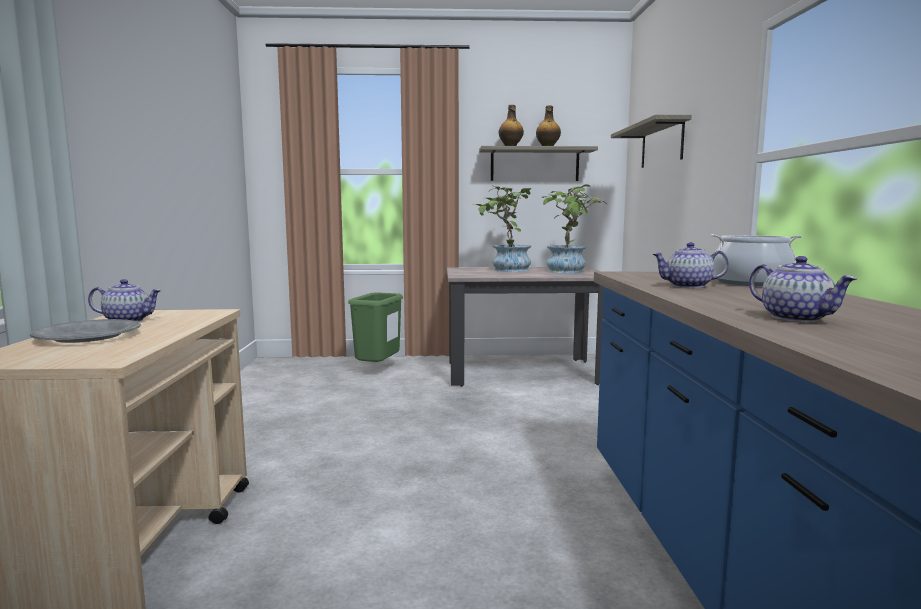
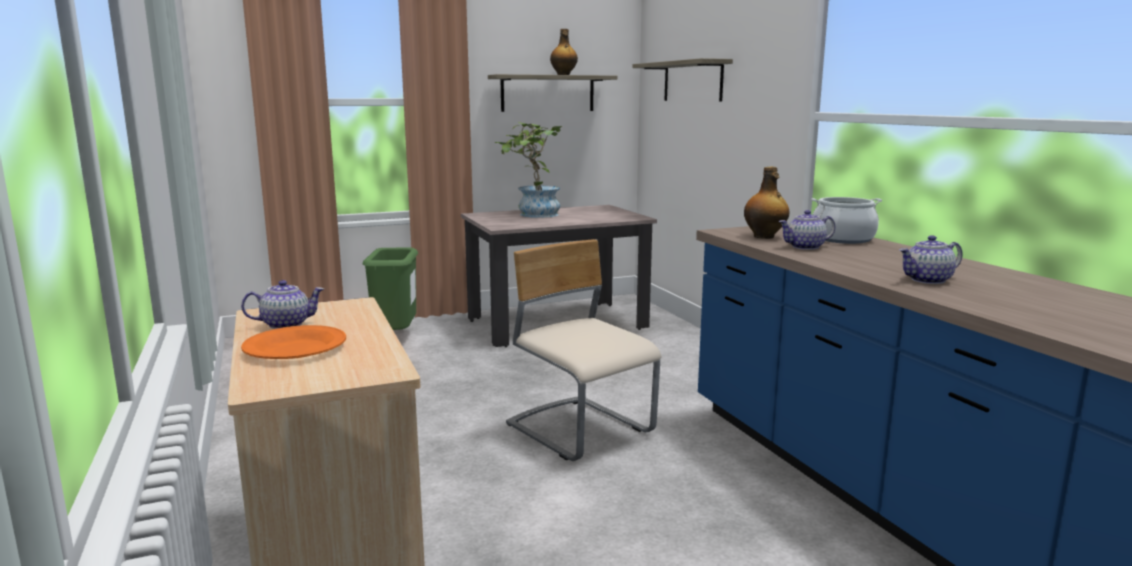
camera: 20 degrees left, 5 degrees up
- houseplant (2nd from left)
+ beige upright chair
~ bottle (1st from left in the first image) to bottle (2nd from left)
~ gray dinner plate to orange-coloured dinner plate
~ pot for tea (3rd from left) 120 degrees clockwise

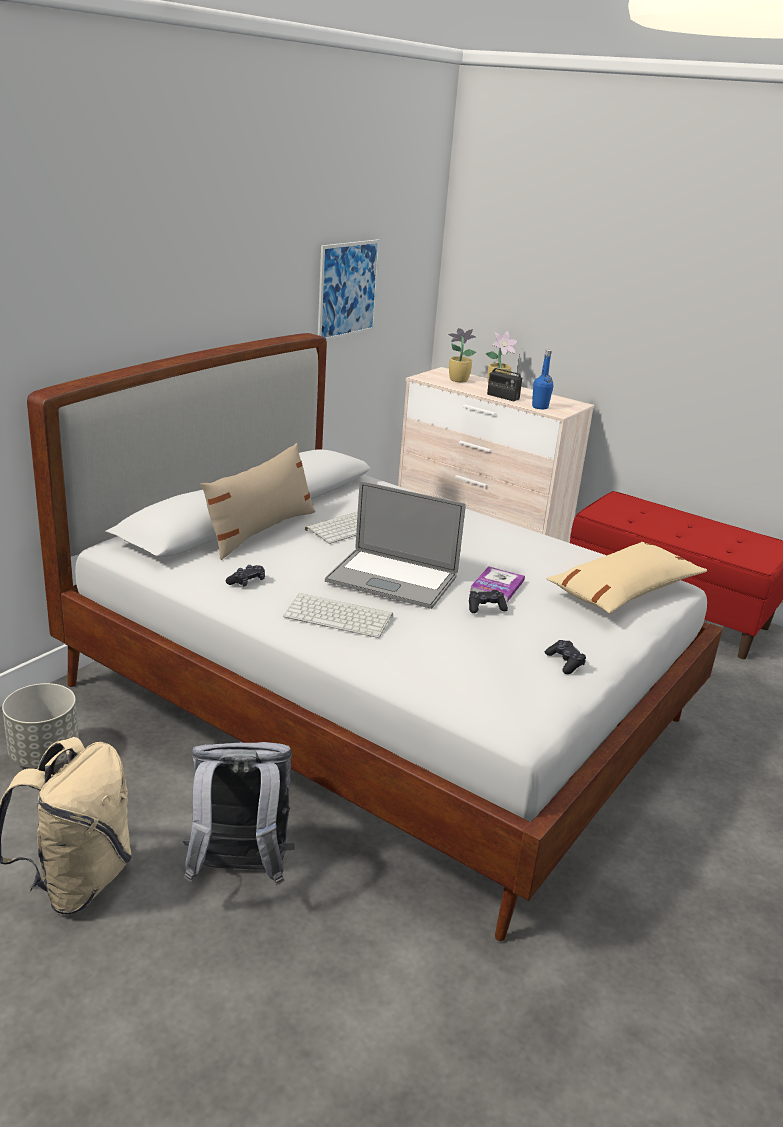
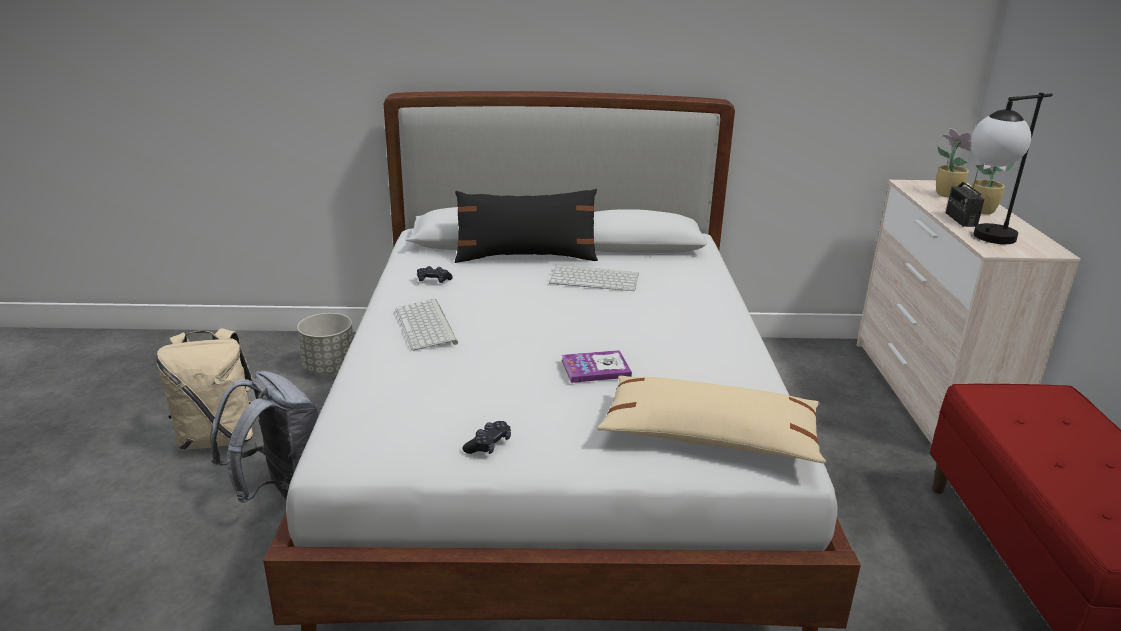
camera: 55 degrees right, 0 degrees up
- picture
- notebook computer
- black gamepad (2nd from left)
~ blue bottle to tabletop lamp
~ beige pillow (1st from left) to black pillow

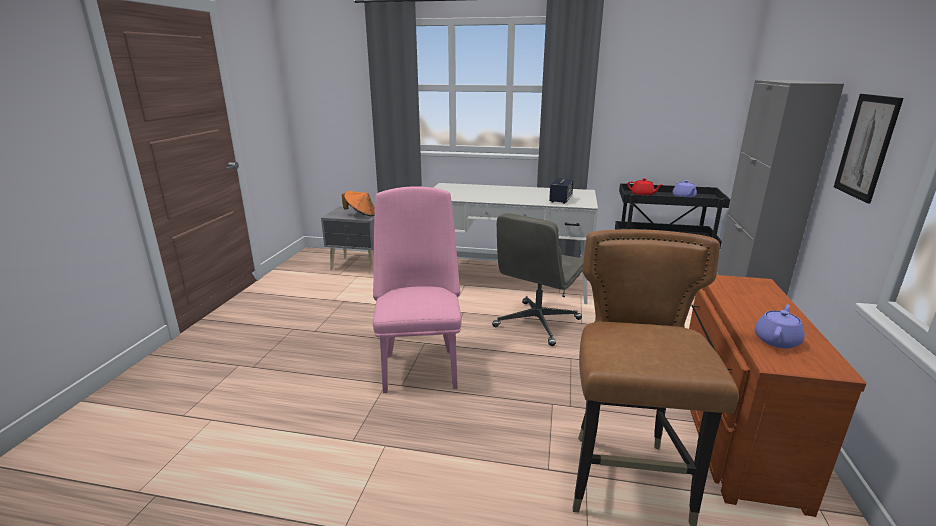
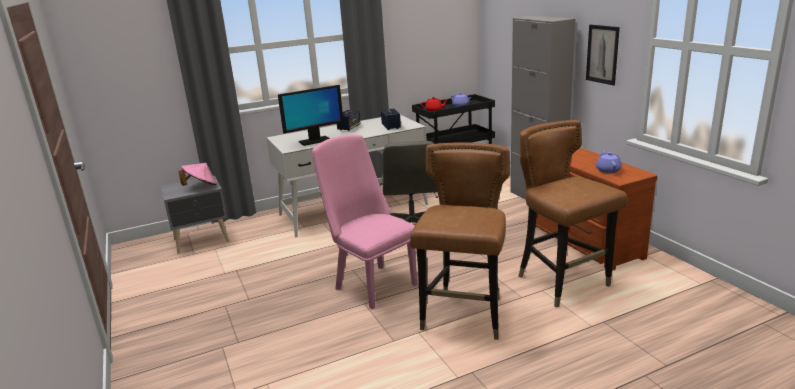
camera: 35 degrees left, 0 degrees up
+ computer display
+ loudspeaker (1st from left)
+ brownish upright chair (1st from left)
~ orange-coloured wearable hat to pink wearable hat

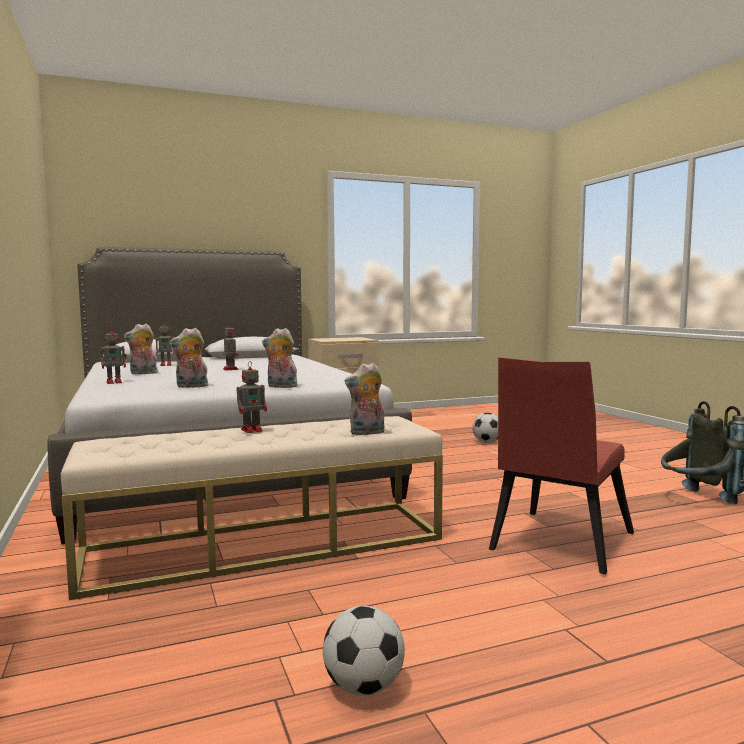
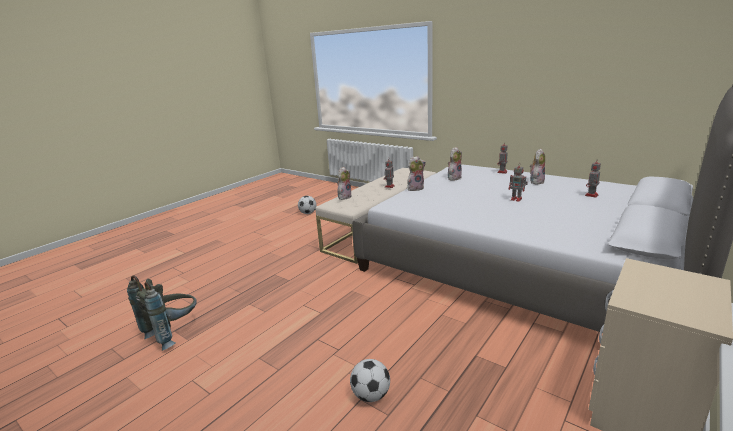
camera: 150 degrees right, 15 degrees up
- reddish upright chair

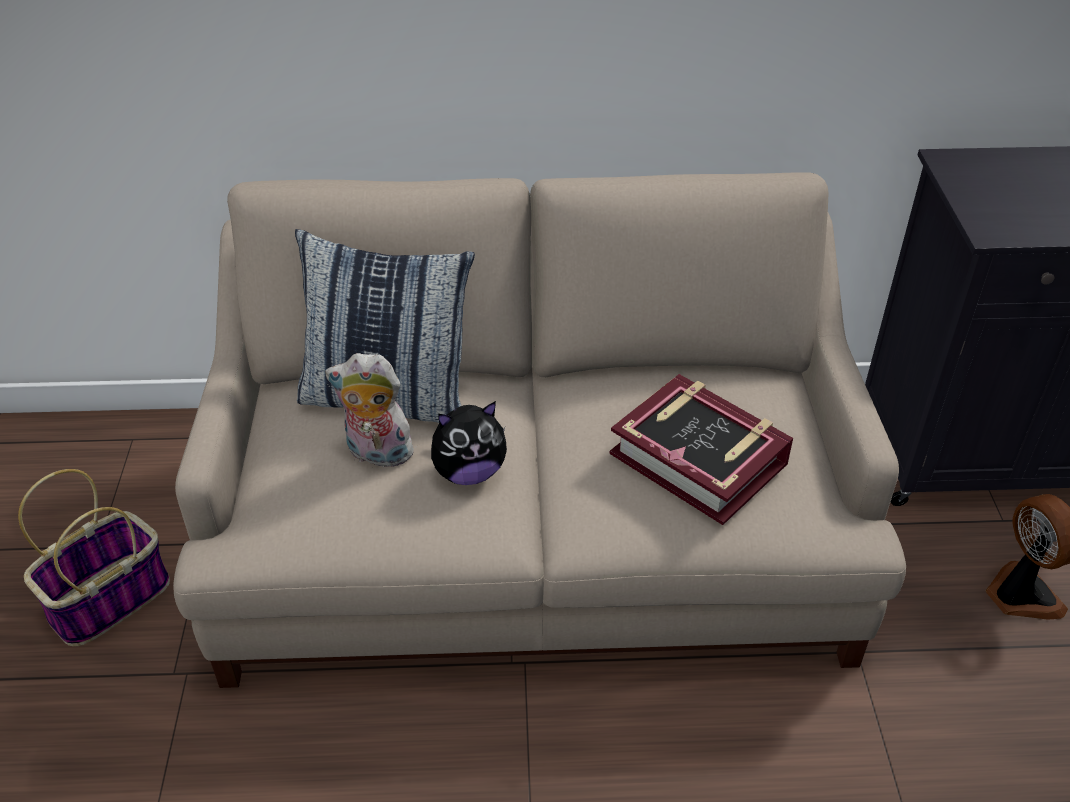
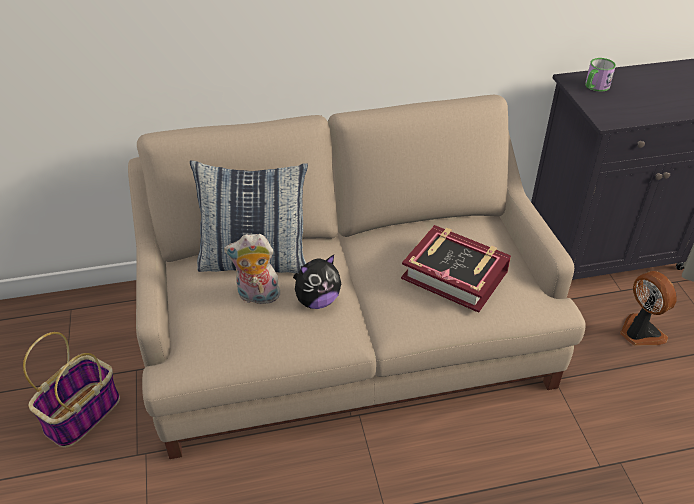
camera: 10 degrees left, 0 degrees up
+ mug

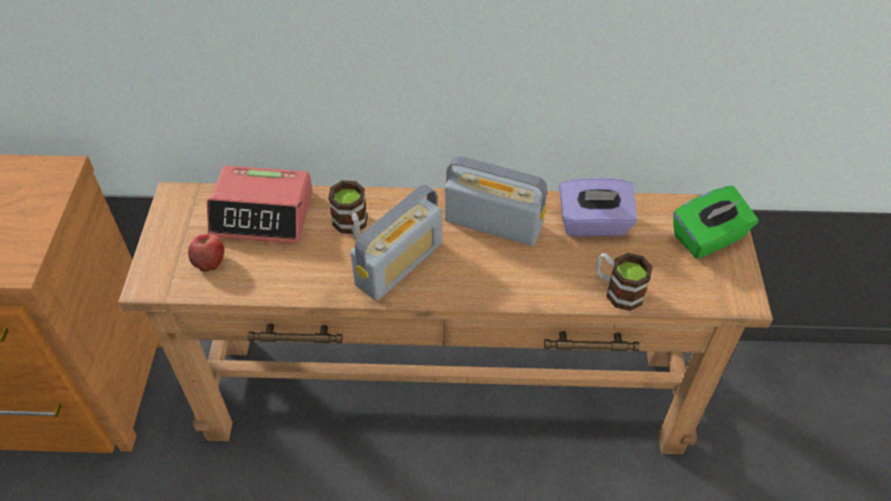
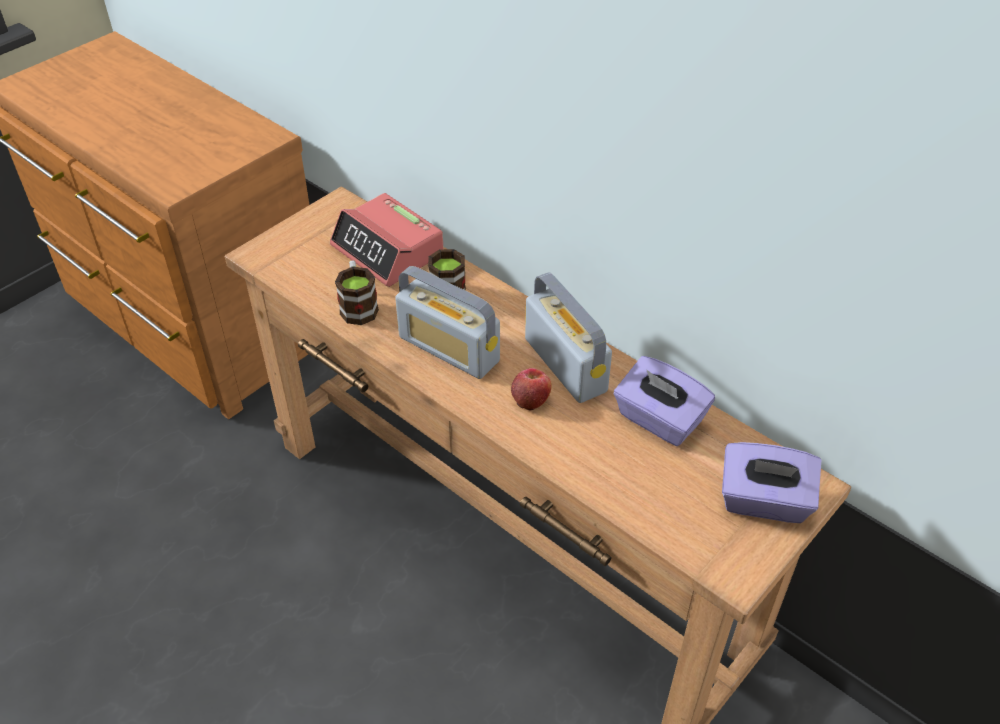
camera: 40 degrees right, 5 degrees down
~ whole apple
~ mug (2nd from left in the first image) to mug (1st from left)
~ greenish box of tissues to purple box of tissues (2nd from left)
~ radio receiver (1st from left) 45 degrees clockwise

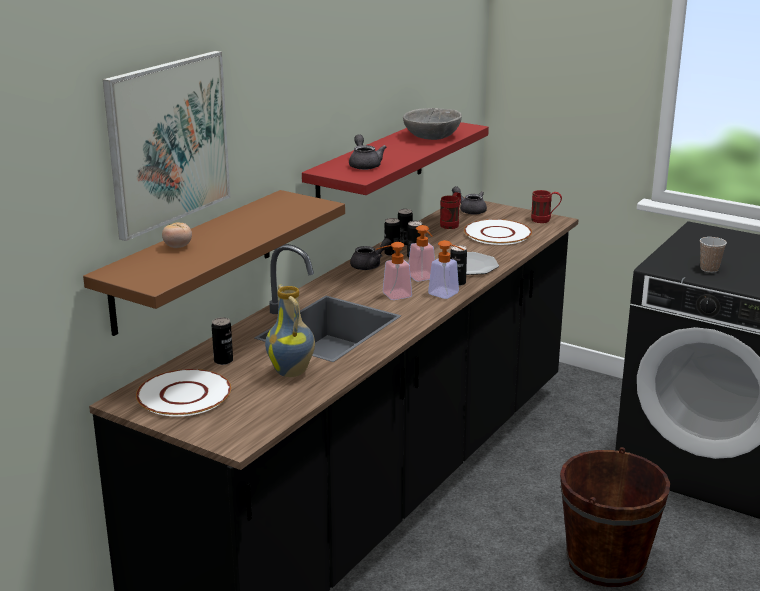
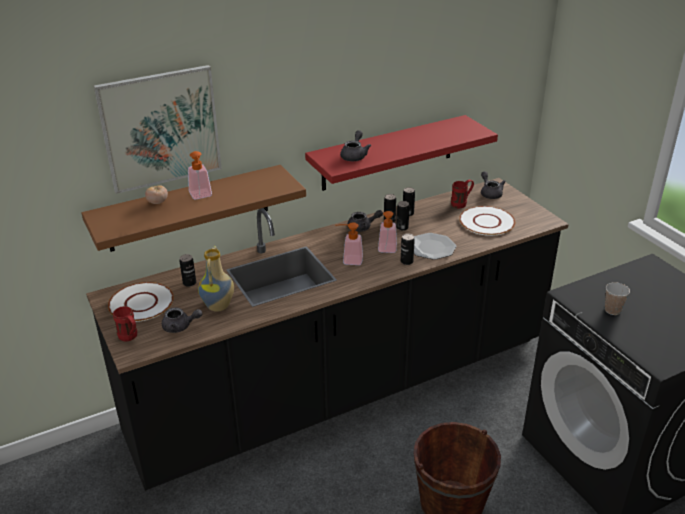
camera: 30 degrees right, 10 degrees up
- gray bowl
+ gray pot for tea (1st from left)
~ soap dispenser (3rd from left in the first image) to soap dispenser (1st from left)
~ reddish mug (2nd from left in the first image) to reddish mug (1st from left)

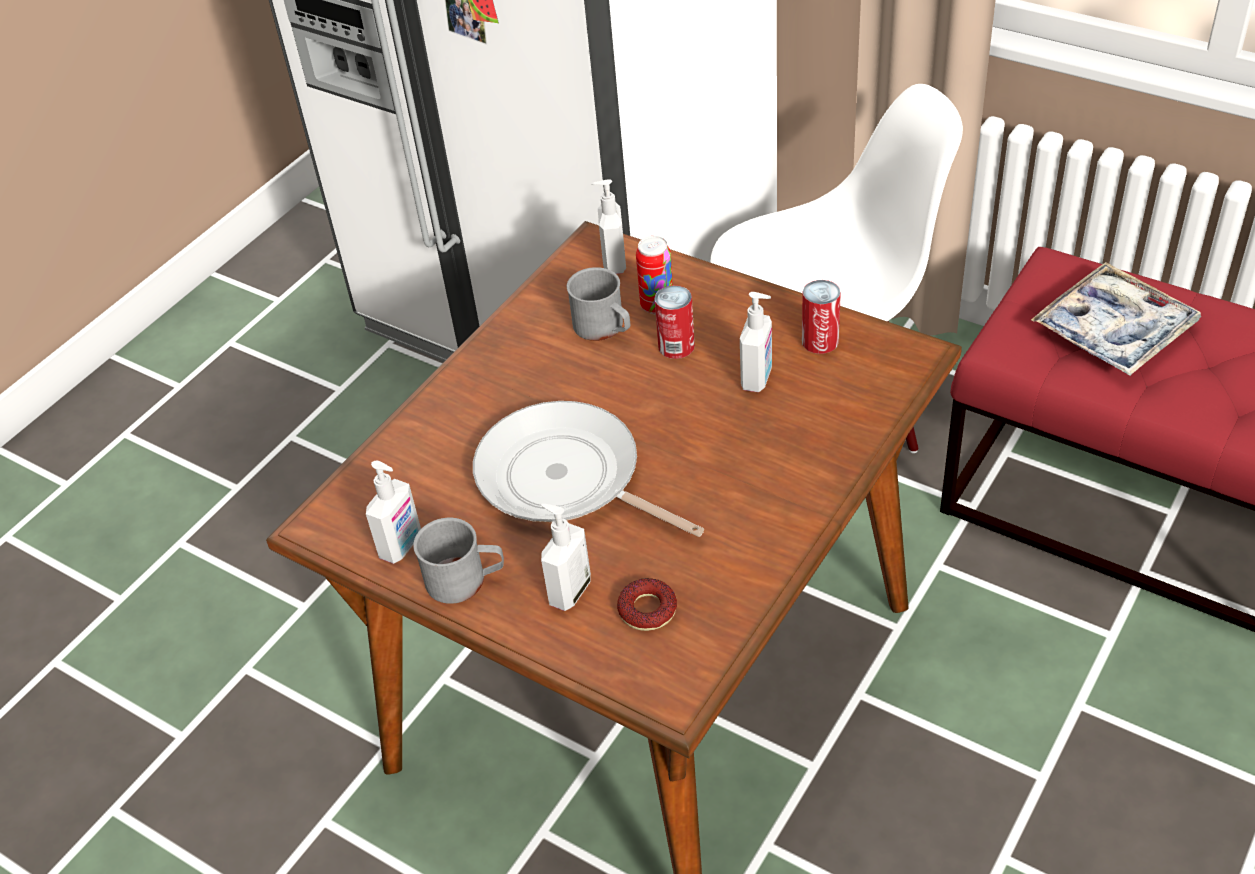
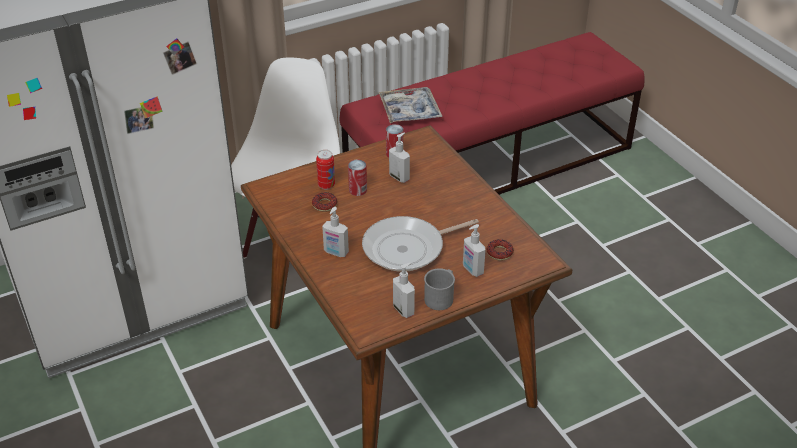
camera: 65 degrees left, 5 degrees down
~ soap dispenser (3rd from left in the first image) to soap dispenser (1st from left)
~ gray mug (2nd from left) to donut (1st from left)

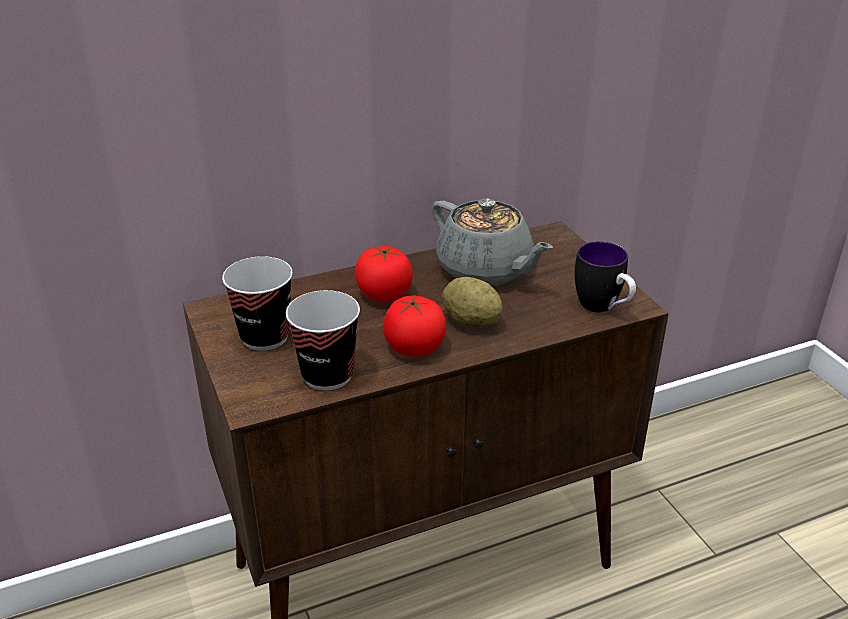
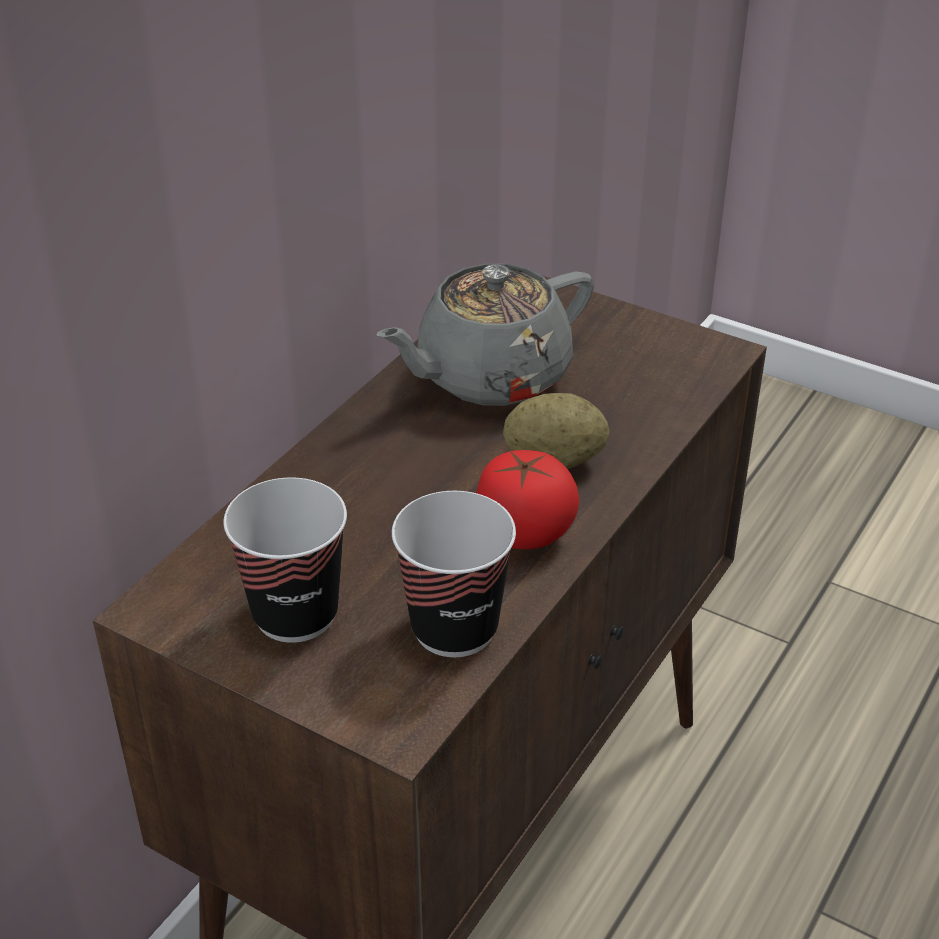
camera: 35 degrees left, 5 degrees up
- tomato (1st from left)
- mug
~ gray pot for tea 135 degrees clockwise

